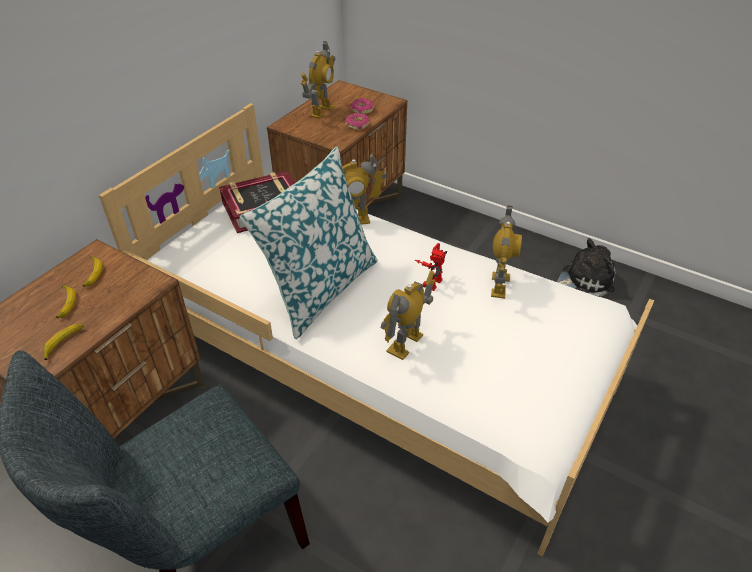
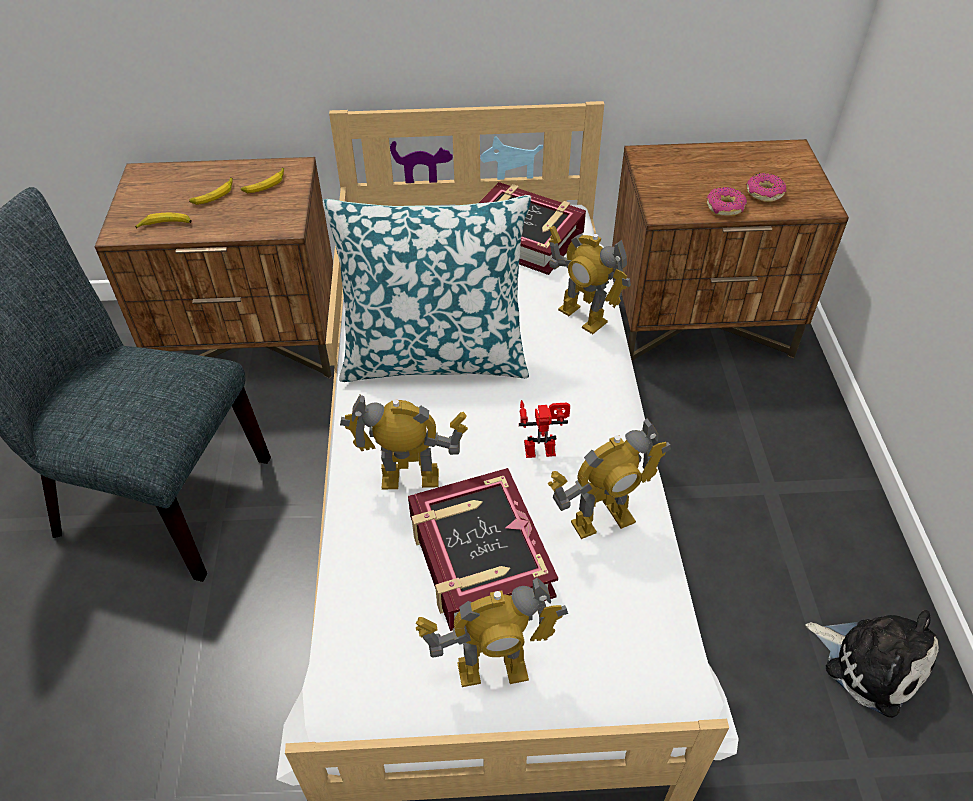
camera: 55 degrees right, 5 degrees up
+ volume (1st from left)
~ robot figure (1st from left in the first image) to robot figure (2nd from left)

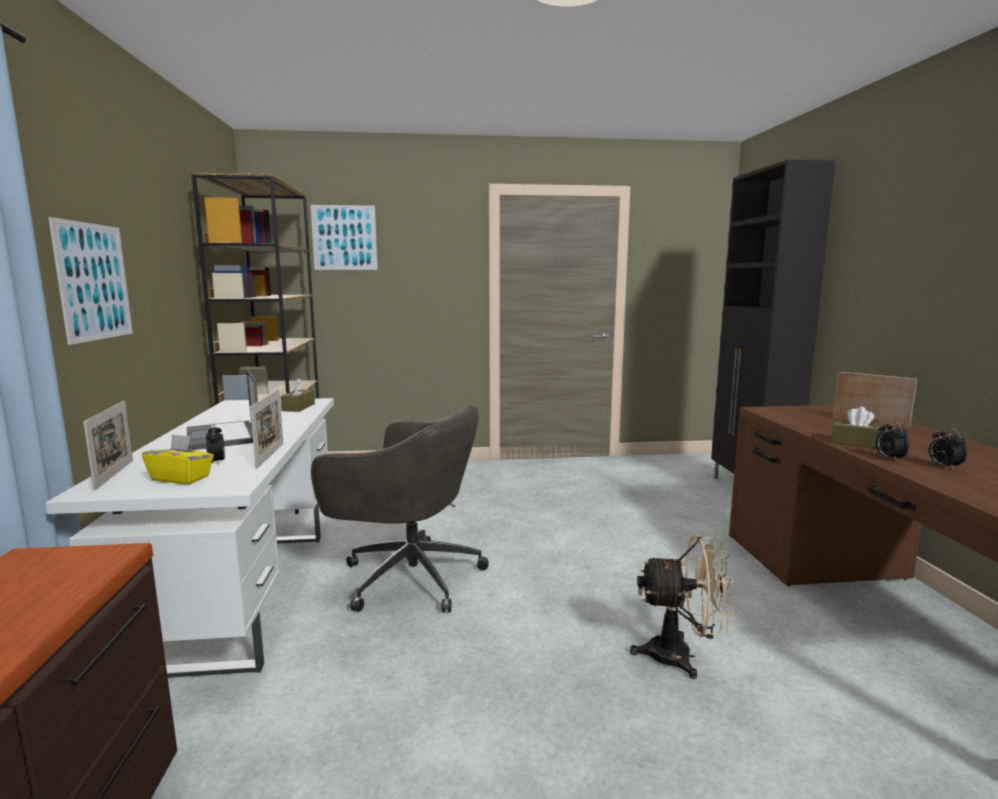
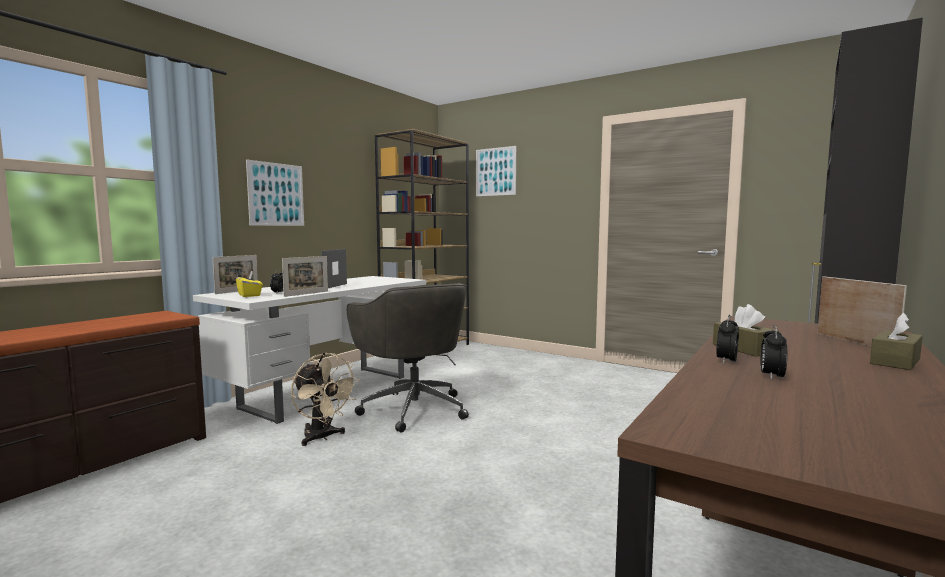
camera: 40 degrees right, 5 degrees down
~ brownish box of tissues (1st from left in the first image) to brownish box of tissues (2nd from left)
~ beige fan

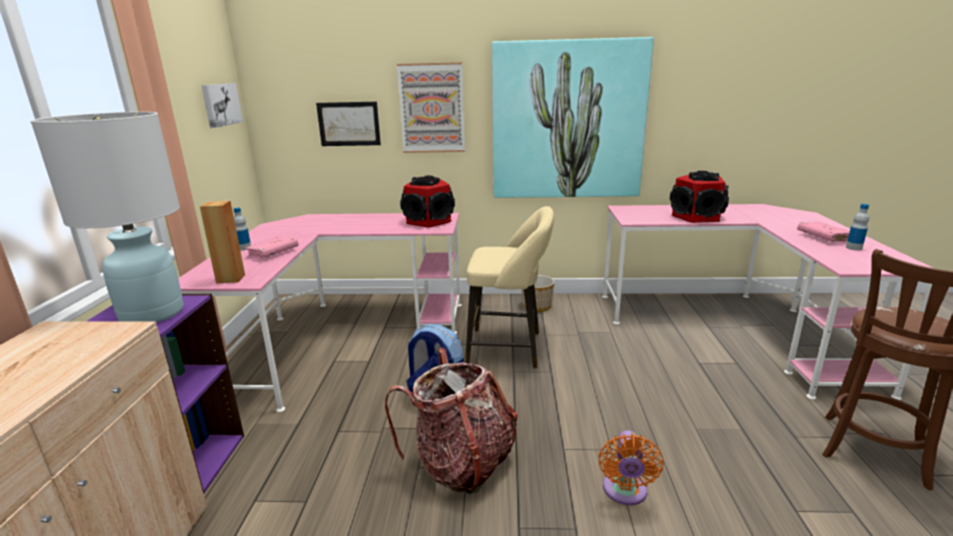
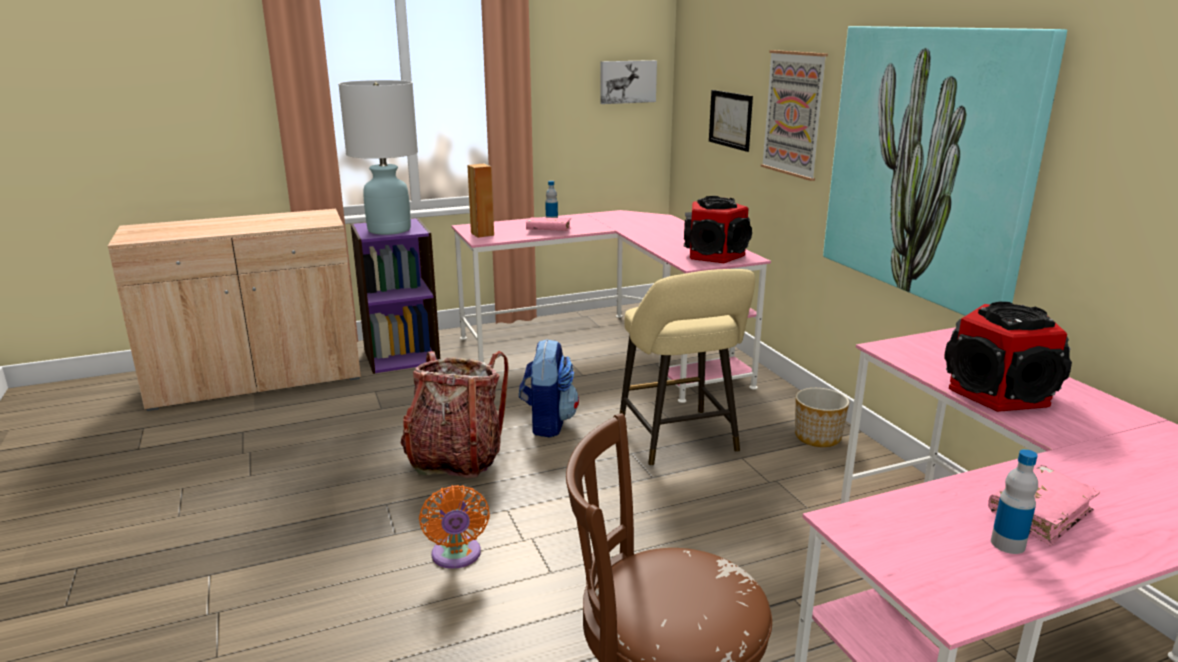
camera: 65 degrees right, 0 degrees up
~ orange-coloured fan 90 degrees counterclockwise

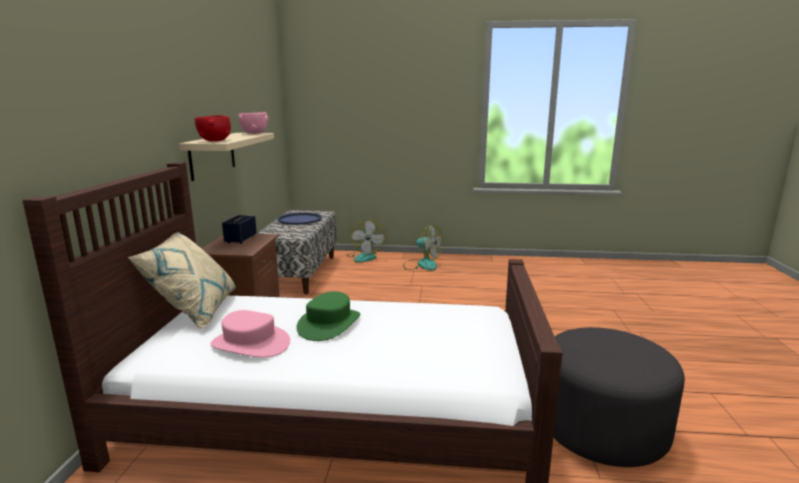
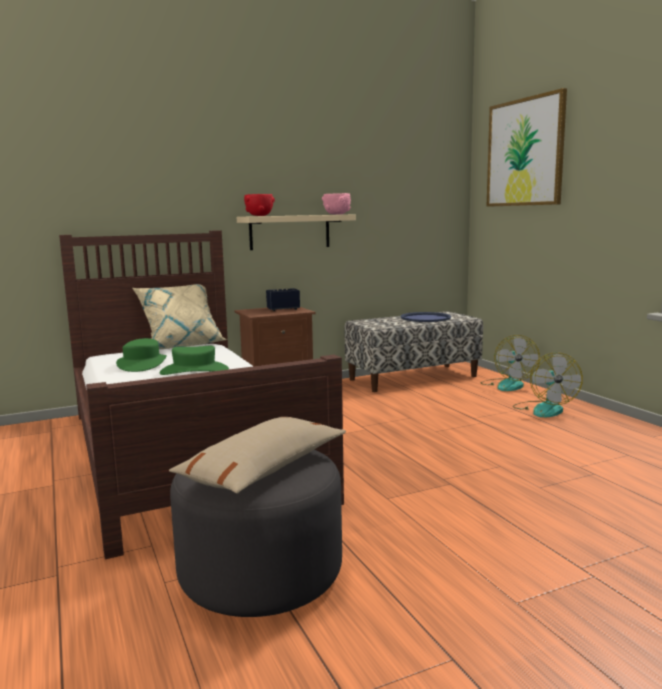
camera: 60 degrees right, 5 degrees down
+ beige pillow (2nd from left)
+ picture
~ pink wearable hat to greenish wearable hat (1st from left)
~ fan (1st from left) 60 degrees counterclockwise

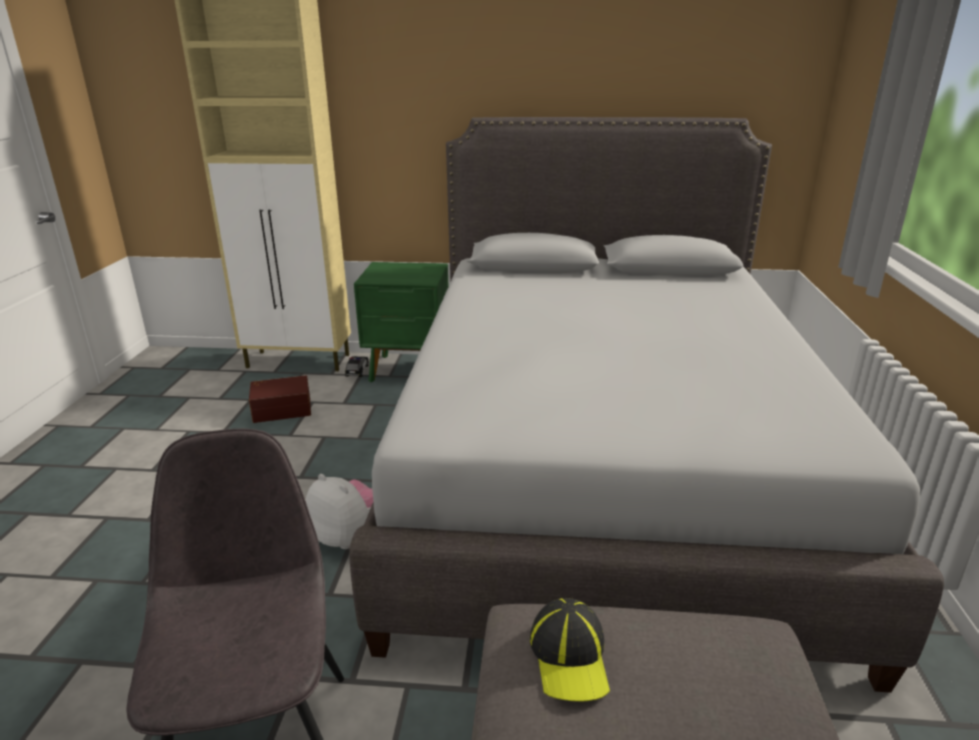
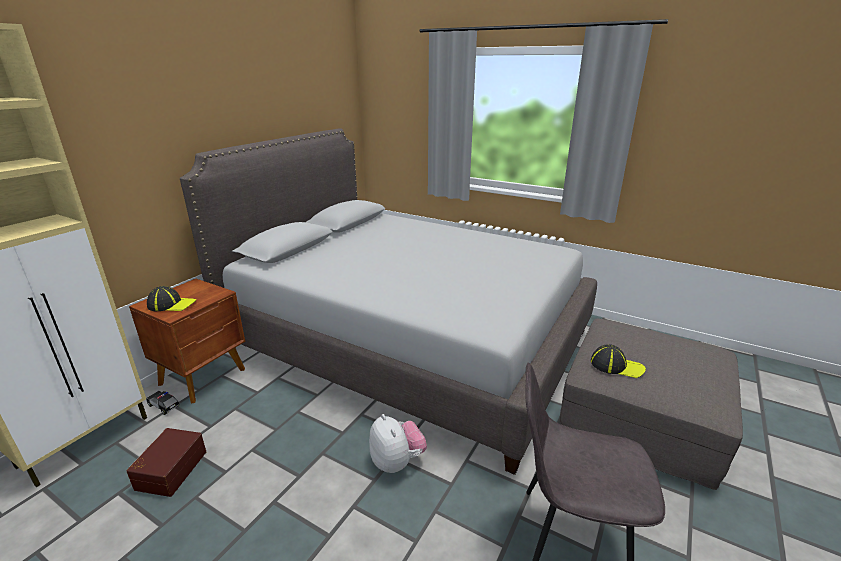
camera: 65 degrees left, 0 degrees up
+ cap (1st from left)
~ greenish night table to brownish night table
~ plush toy 90 degrees clockwise

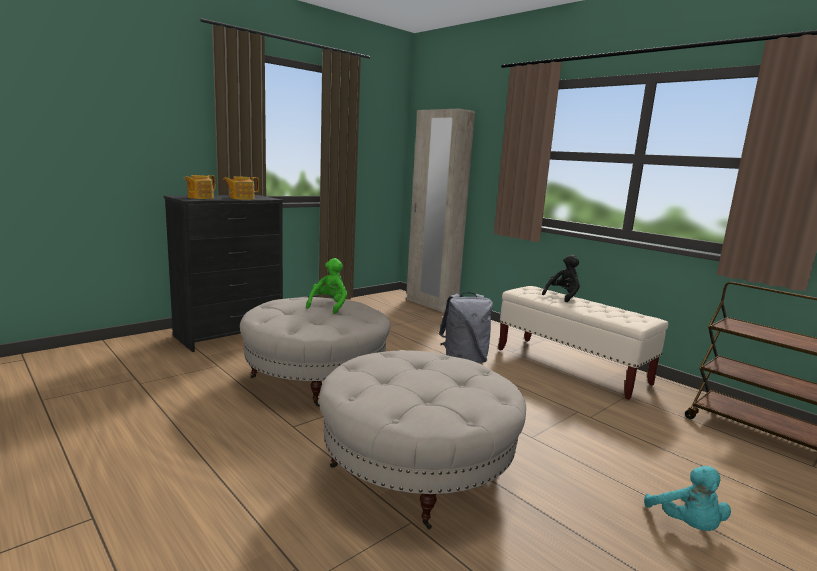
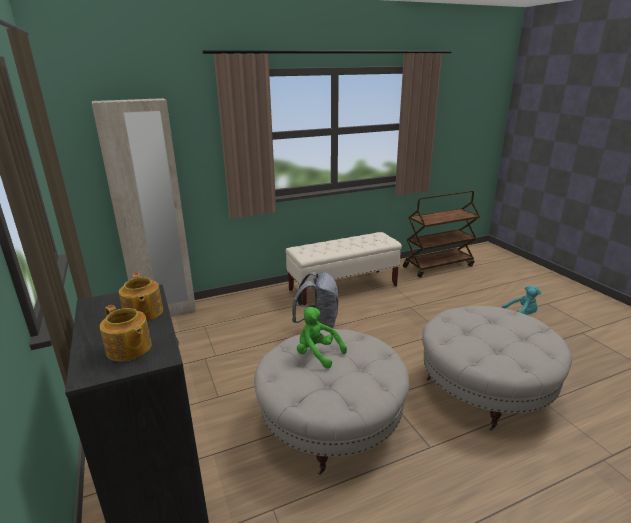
camera: 70 degrees left, 10 degrees up
- black plush toy

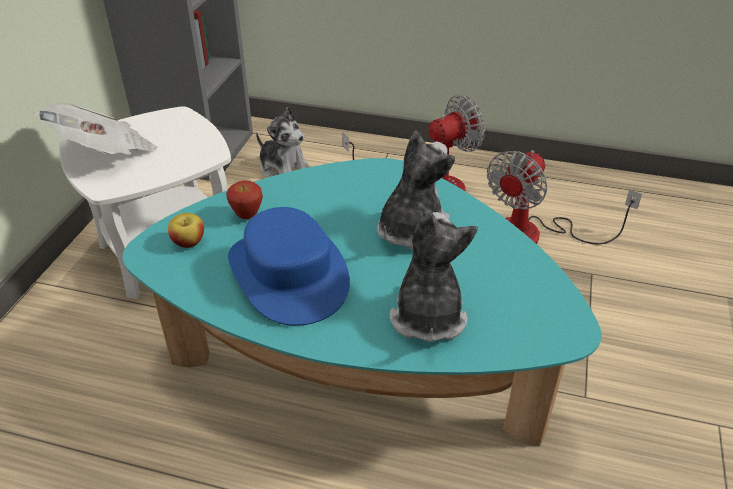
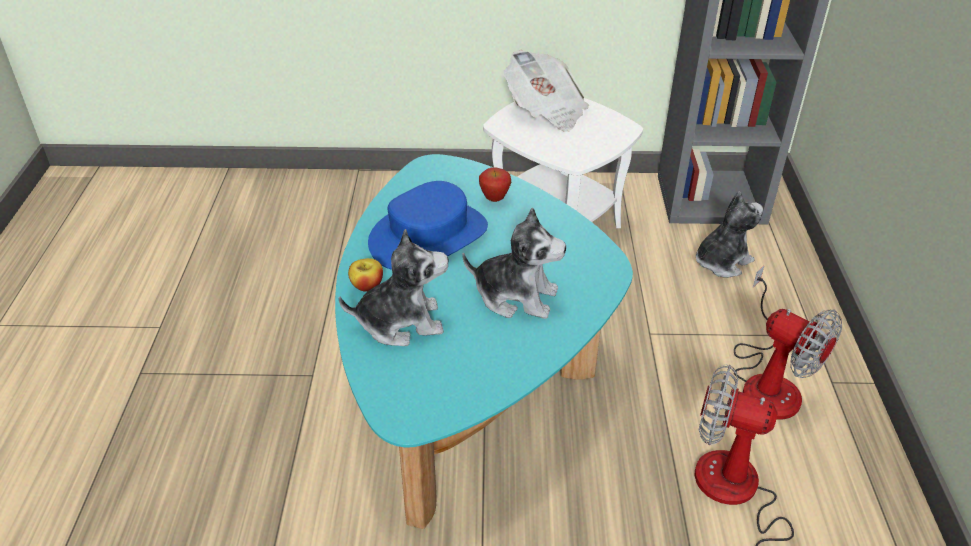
camera: 75 degrees right, 0 degrees up
~ whole apple (1st from left)
~ plush toy (1st from left in the first image) 150 degrees counterclockwise

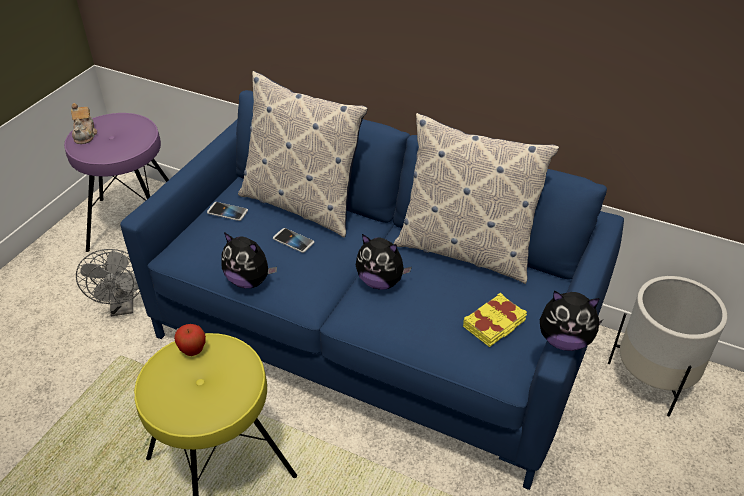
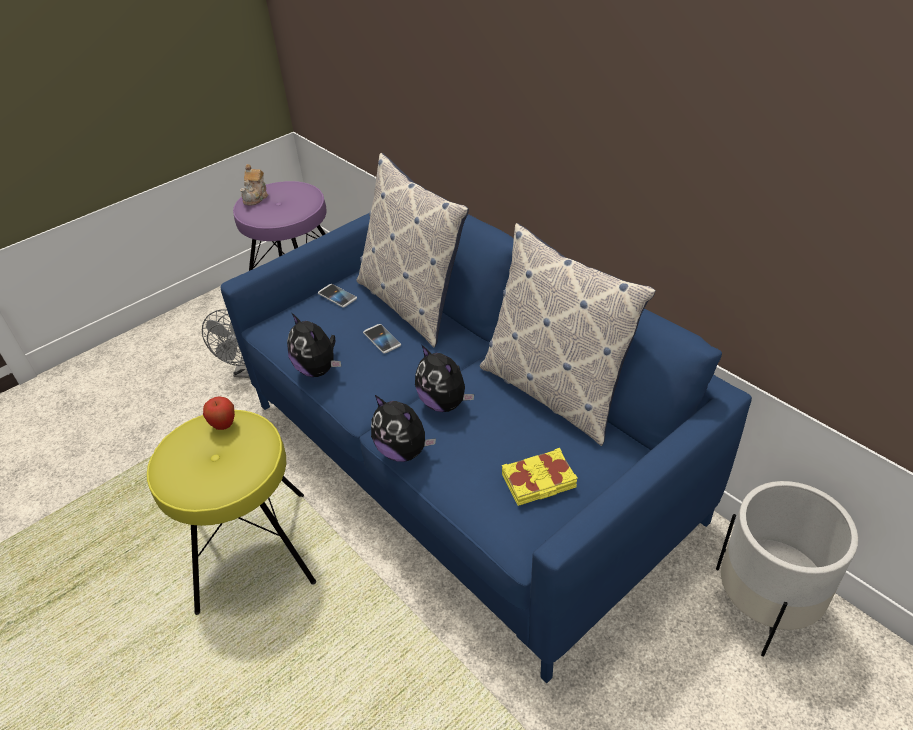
camera: 25 degrees right, 0 degrees up
~ plush toy (3rd from left in the first image) to plush toy (2nd from left)

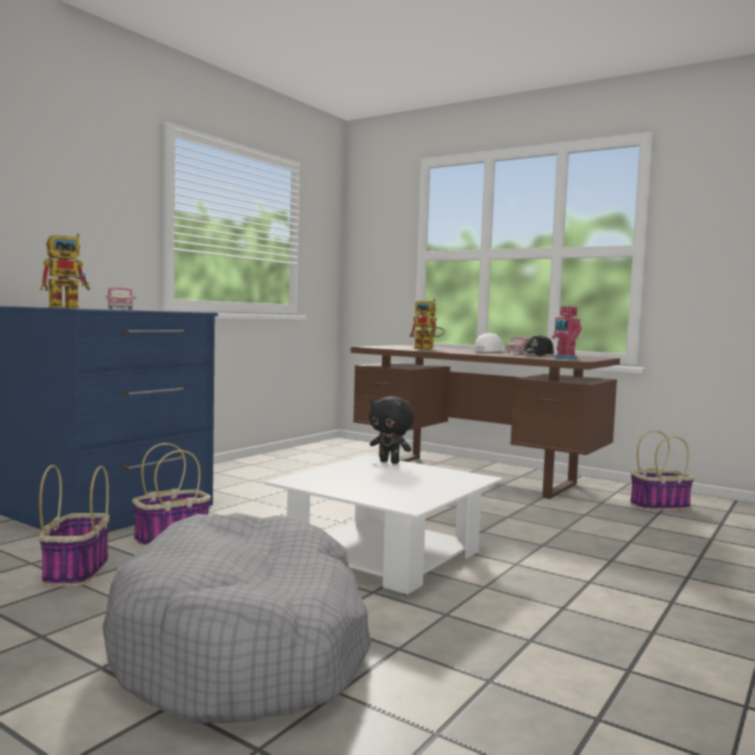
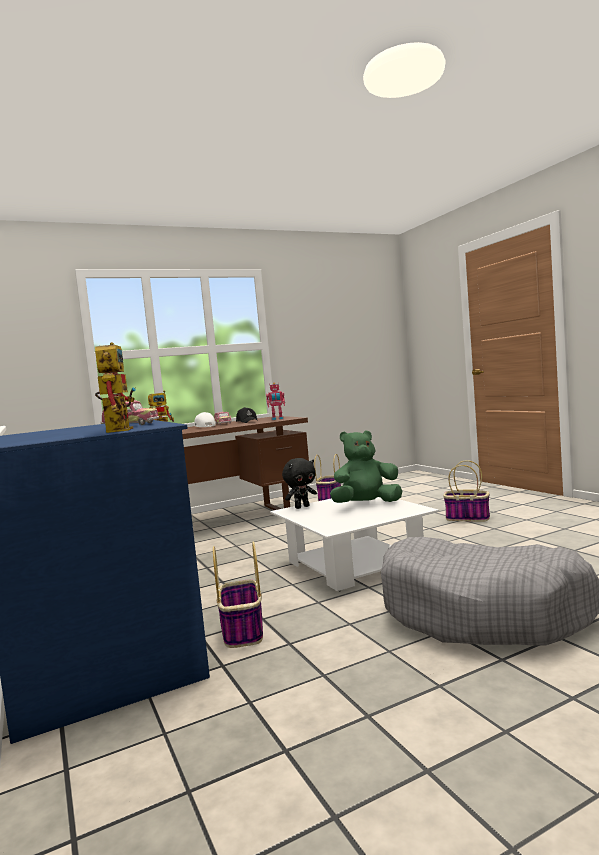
camera: 60 degrees left, 0 degrees up
+ greenish plush toy
~ basket (1st from left in the first image) to basket (3rd from left)

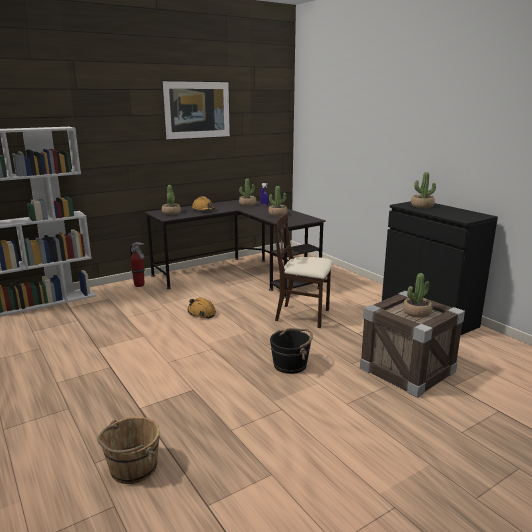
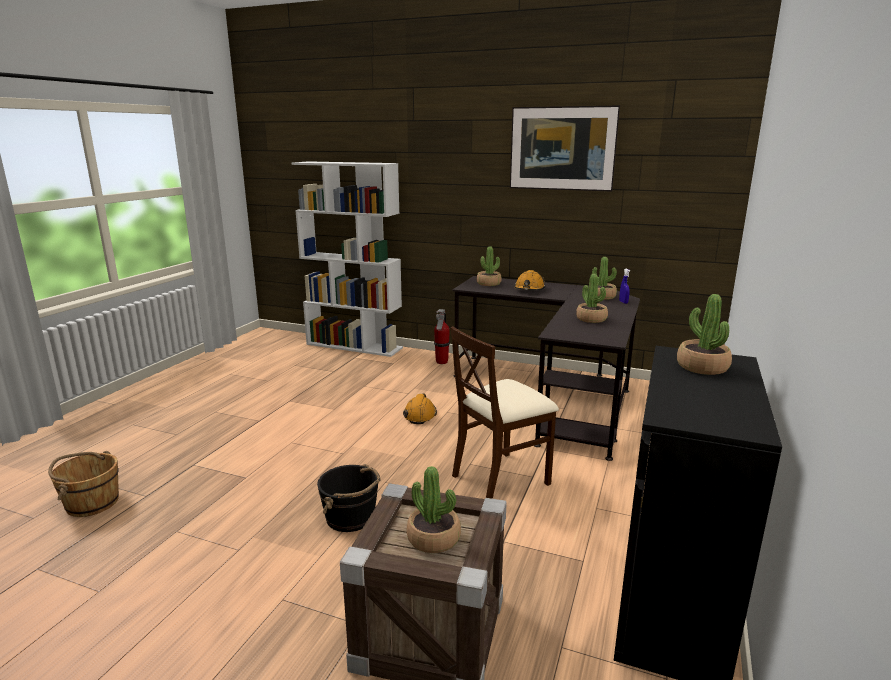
camera: 55 degrees right, 0 degrees up
~ beige upright chair 105 degrees counterclockwise

